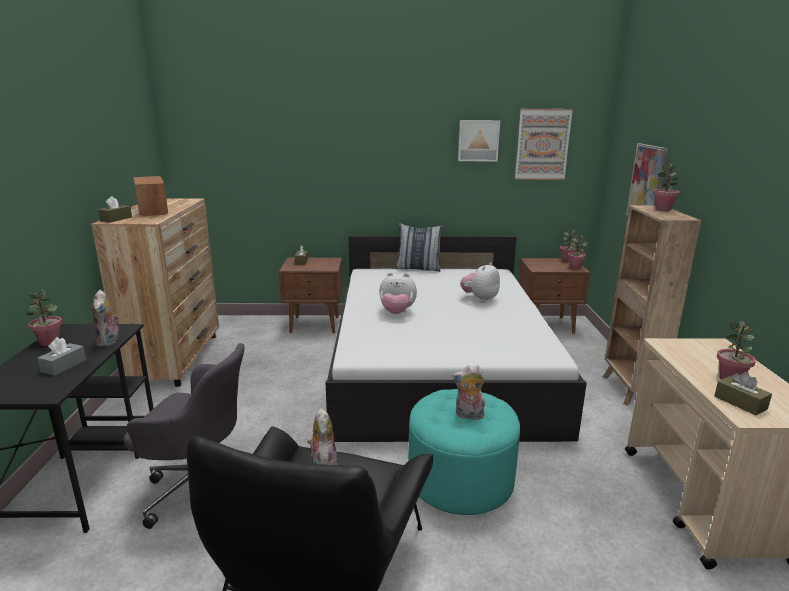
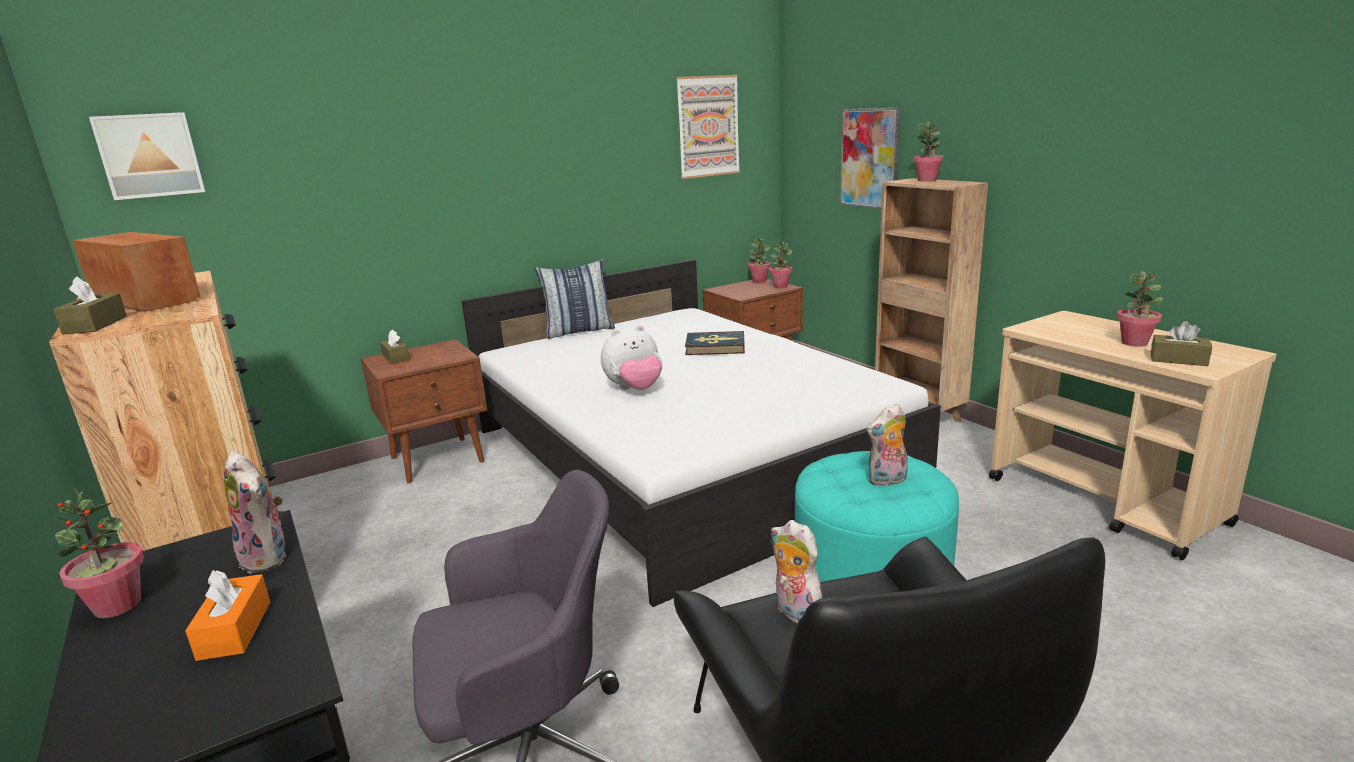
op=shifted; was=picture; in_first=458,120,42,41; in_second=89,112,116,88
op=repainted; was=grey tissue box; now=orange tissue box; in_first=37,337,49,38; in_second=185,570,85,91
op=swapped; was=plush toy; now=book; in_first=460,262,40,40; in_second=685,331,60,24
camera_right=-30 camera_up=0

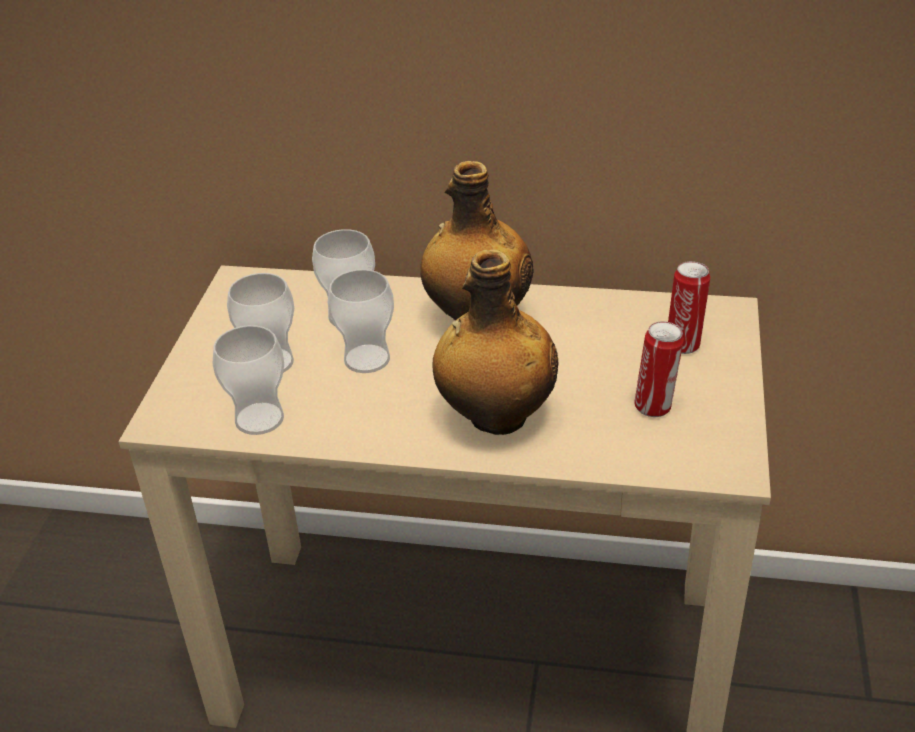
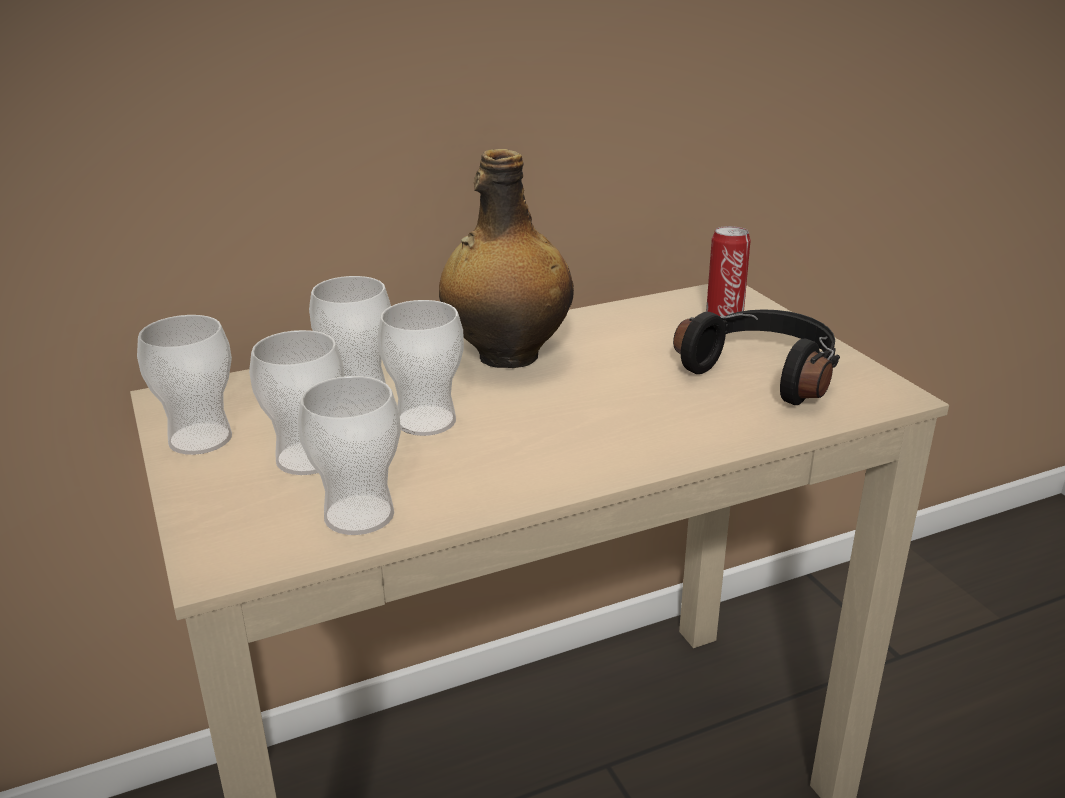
op=new; now=cup; in_second=137,315,95,140
op=swapped; was=can; now=black headphones; in_first=635,321,49,96; in_second=673,309,167,96
op=gone; was=bottle; in_first=432,250,127,185
camera_right=-35 camera_up=-10

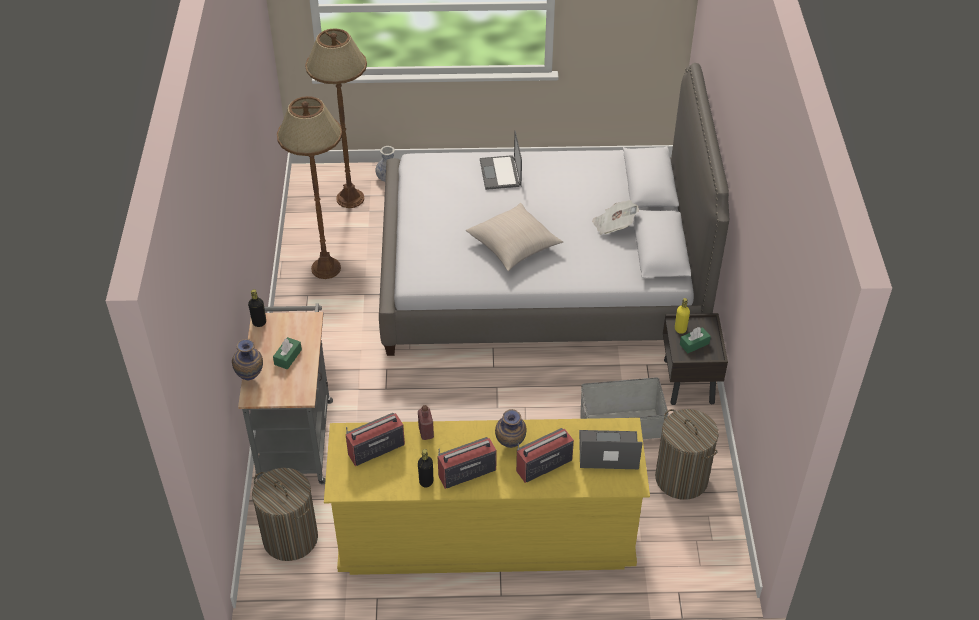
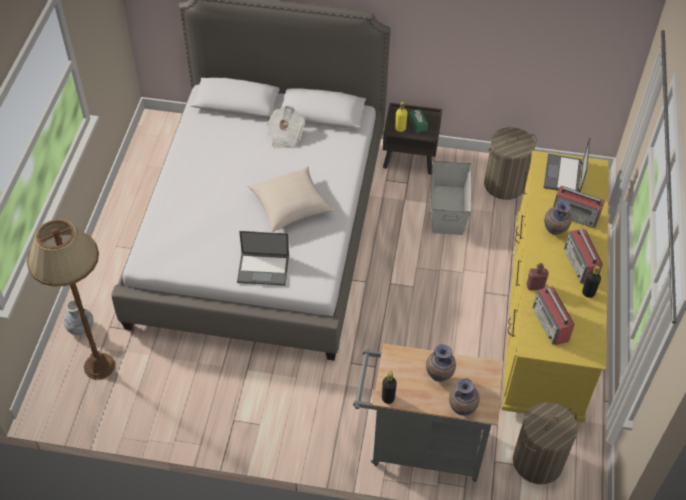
op=shifted; was=laptop; in_first=480,131,42,59; in_second=237,231,52,55
op=swapped; was=green tissue box; now=vase; in_first=273,337,29,33; in_second=426,344,30,38
op=rotated; was=radio; in_first=516,428,58,55; in_second=553,186,52,42; clockwise=-45
op=gone; was=brown floor lamp; in_first=277,96,65,183
camera_right=-80 camera_up=5

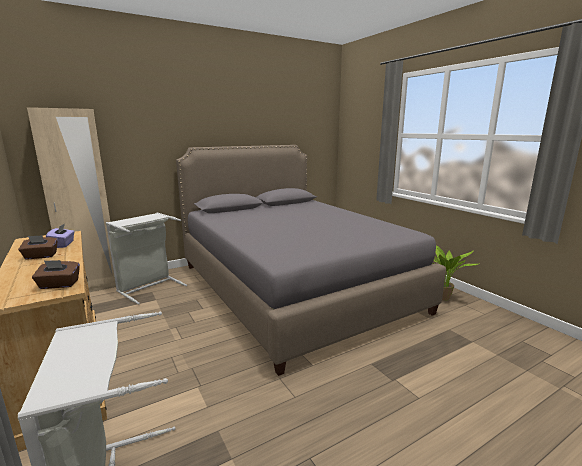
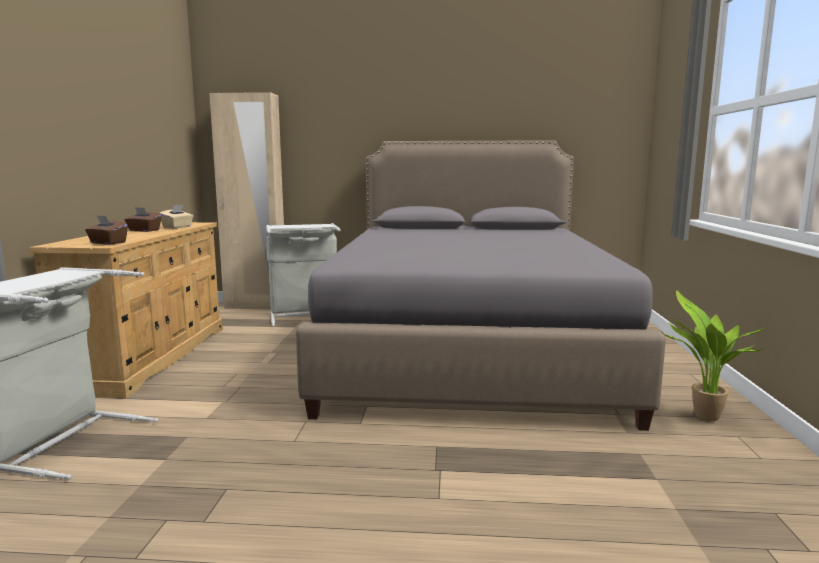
op=repainted; was=purple tissue box; now=beige tissue box; in_first=46,224,29,24; in_second=159,205,34,23
camera_right=35 camera_up=-5

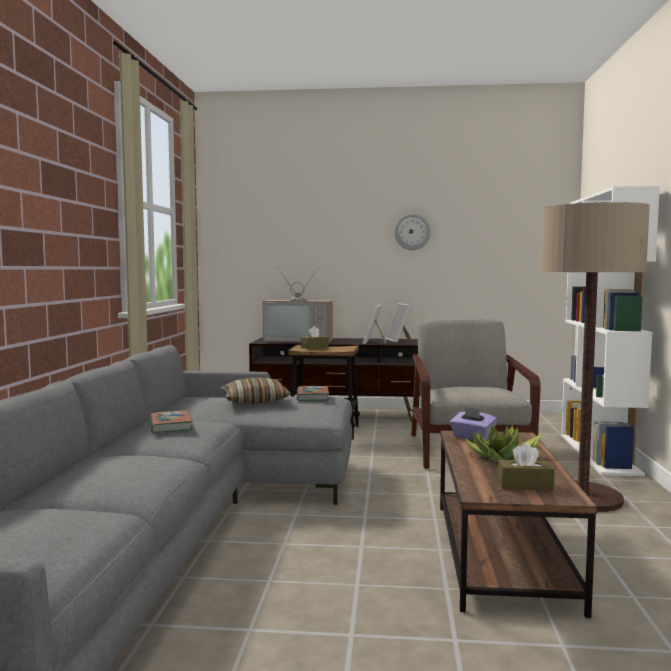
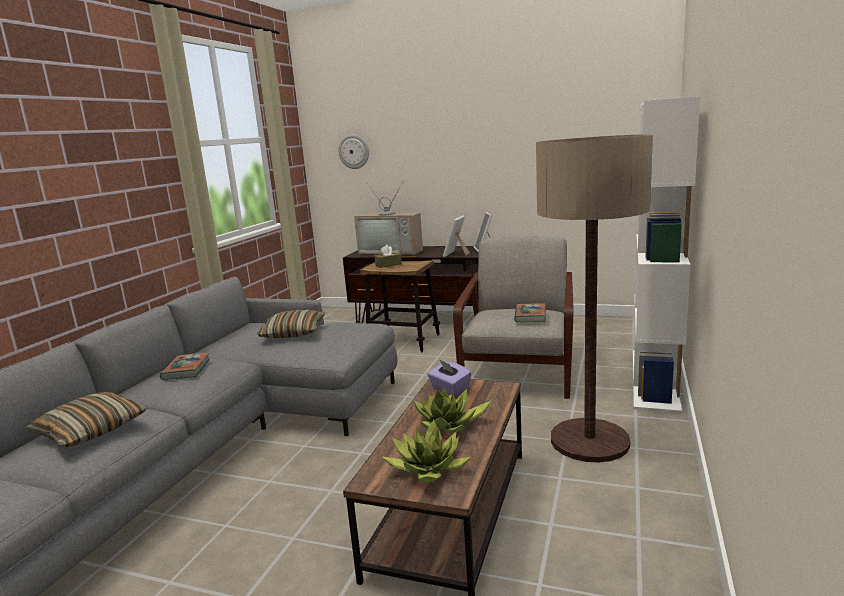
op=new; now=pillow; in_second=26,392,121,55
op=shifted; was=wall clock; in_first=394,214,37,36; in_second=338,134,31,35
op=swapped; was=brown tissue box; now=potted plant; in_first=498,443,57,48; in_second=381,420,91,63
op=shifted; was=book; in_first=297,386,32,15; in_second=514,303,32,19
camera_right=15 camera_up=10

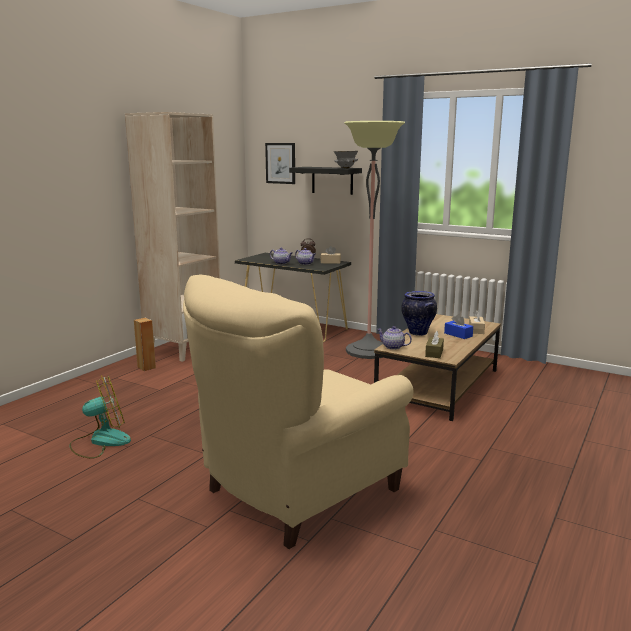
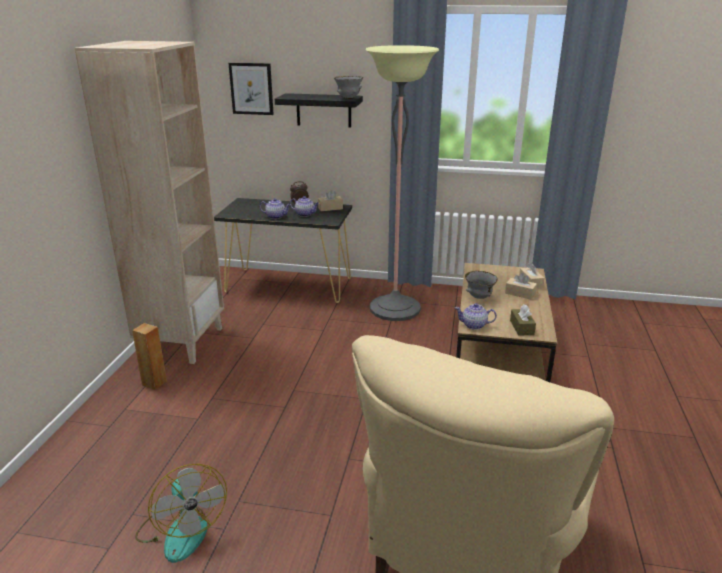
op=rotated; was=fan; in_first=69,375,62,84; in_second=135,464,92,99; clockwise=105
op=swapped; was=vase; now=grey bowl; in_first=401,291,36,45; in_second=465,271,33,28
op=repainted; was=blue tissue box; now=beige tissue box; in_first=444,314,29,25; in_second=505,273,32,27
camera_right=-20 camera_up=10

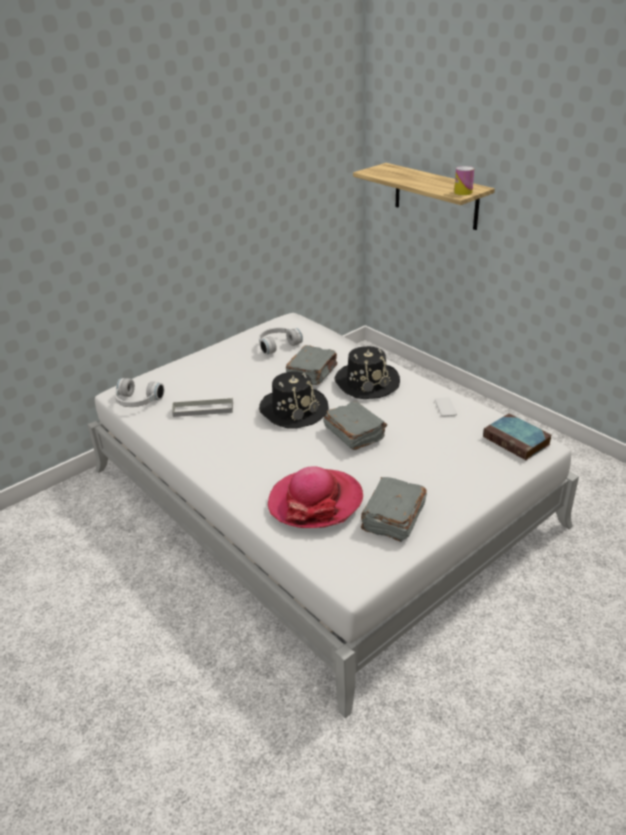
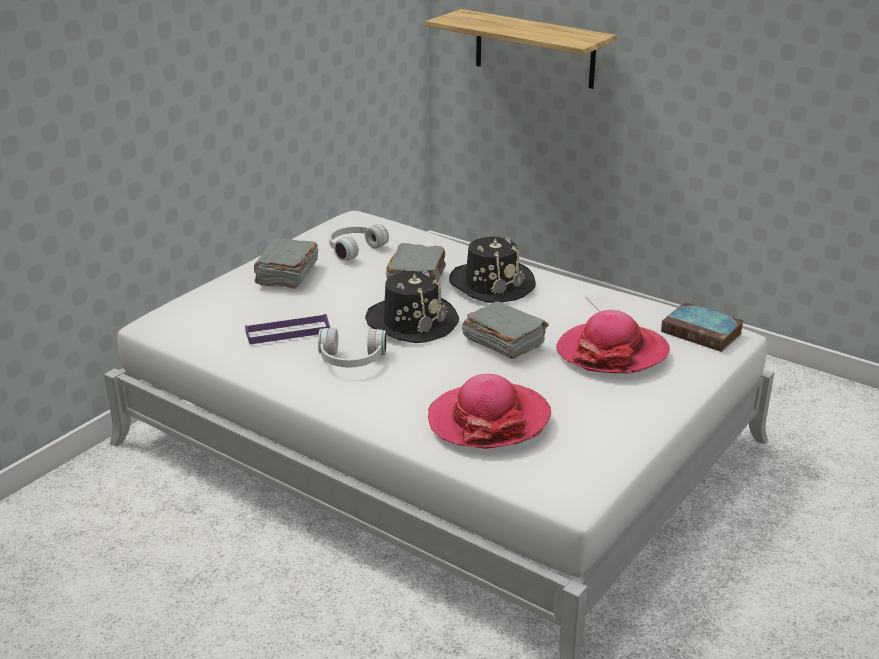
op=repainted; was=grey tray; now=purple tray; in_first=172,398,61,19; in_second=245,314,85,30
op=shifted; was=grey book; in_first=361,477,66,65; in_second=254,238,64,51
op=shifted; was=white headphones; in_first=115,378,49,29; in_second=318,328,69,39
op=new; now=hat; in_second=556,310,114,63
op=gone; was=can; in_first=454,166,21,29
camera_right=-15 camera_up=-5

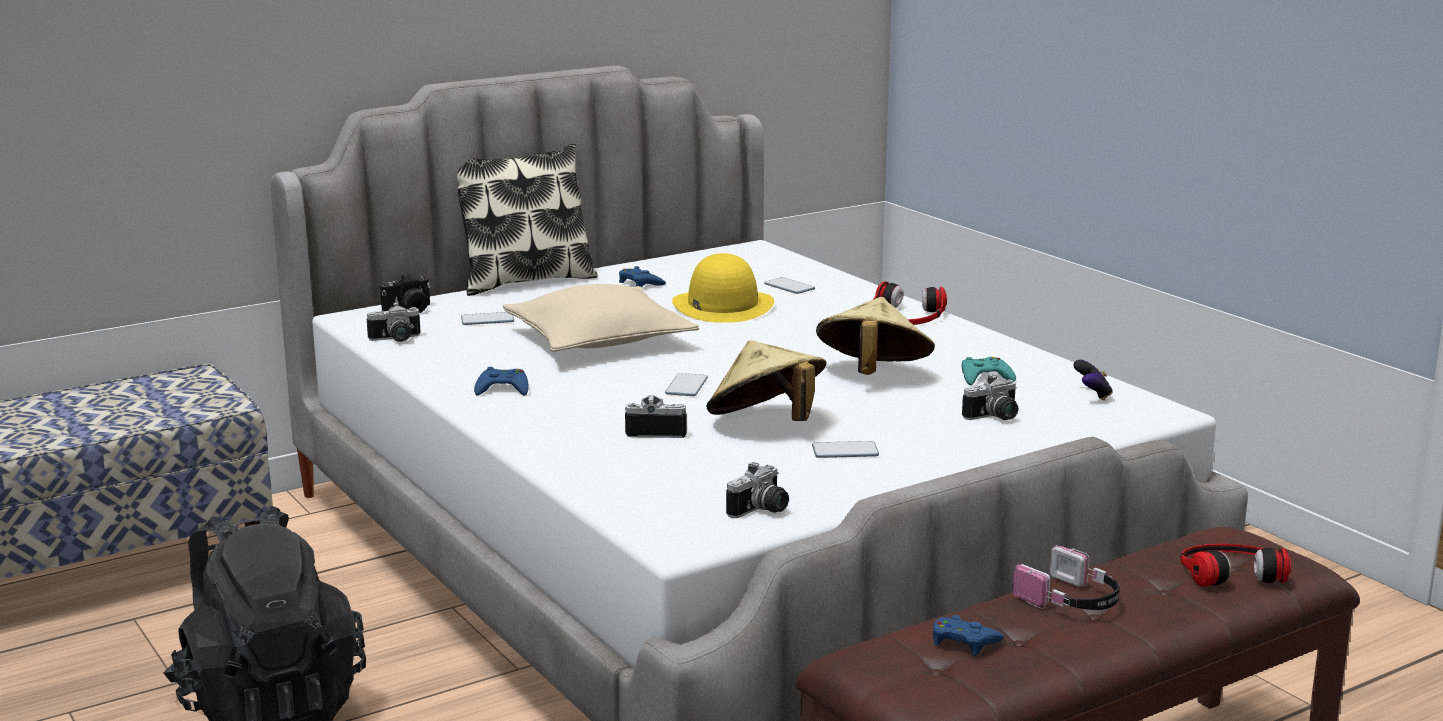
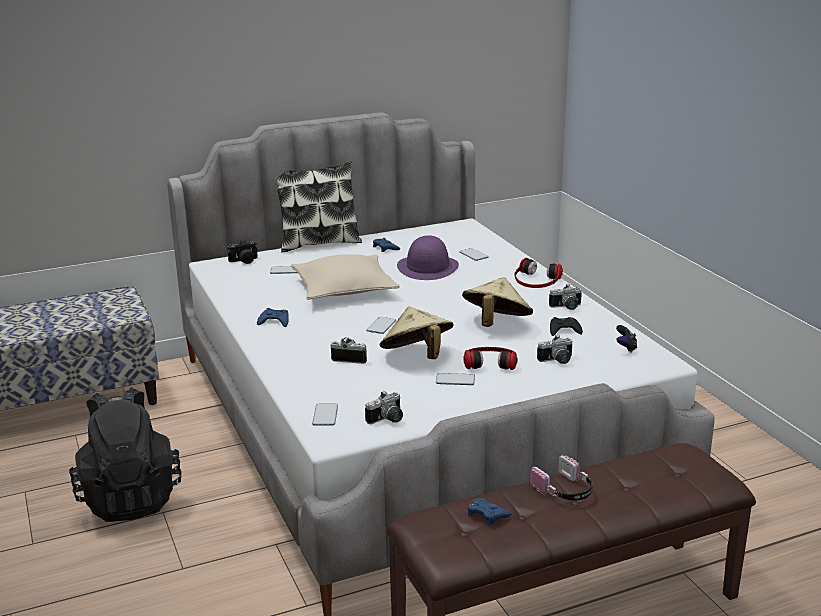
op=new; now=phone; in_second=312,404,26,22
op=repainted; was=yellow hat; now=purple hat; in_first=672,253,102,70; in_second=397,235,62,45
op=shifted; was=headphones; in_first=1180,544,111,43; in_second=463,347,55,23
op=shifted; was=photo camera; in_first=367,302,54,40; in_second=549,284,33,26
op=repainted; was=turquoise game controller; now=black game controller; in_first=962,357,54,29; in_second=550,317,33,19
camera_right=10 camera_up=5

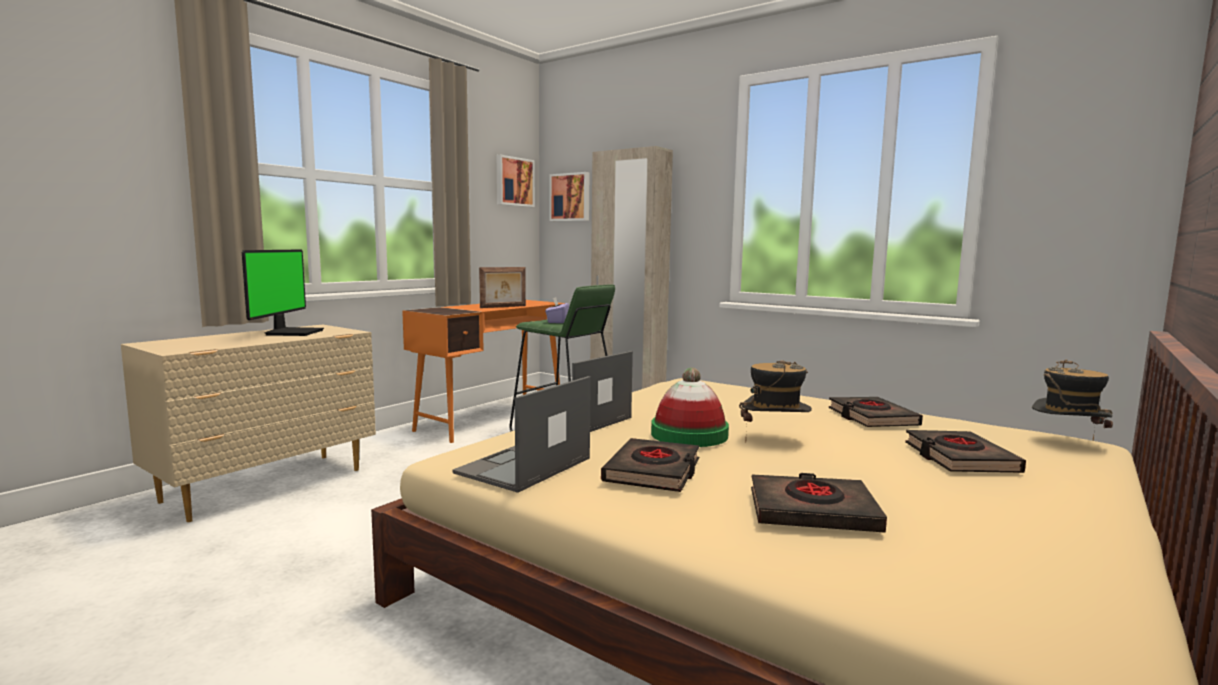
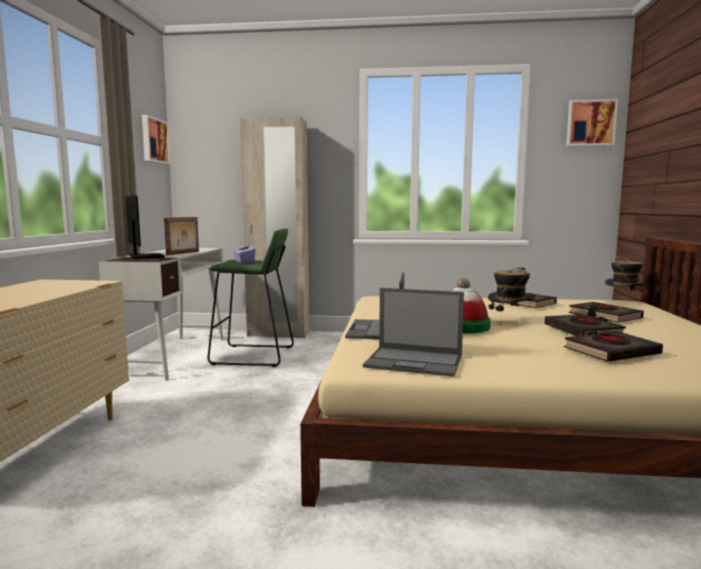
op=repainted; was=orange desk; now=white desk; in_first=402,300,163,143; in_second=99,248,125,133
op=shifted; was=monitor; in_first=242,250,82,86; in_second=126,195,39,64
op=rotated; was=laptop; in_first=452,376,139,117; in_second=363,288,101,89; clockwise=-75
op=shifted; was=black book; in_first=601,438,98,54; in_second=545,314,81,22
op=shifted; was=picture; in_first=549,172,40,49; in_second=566,99,52,47
camera_right=-30 camera_up=0

